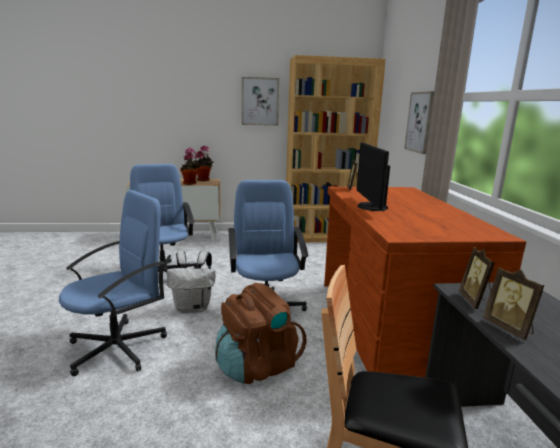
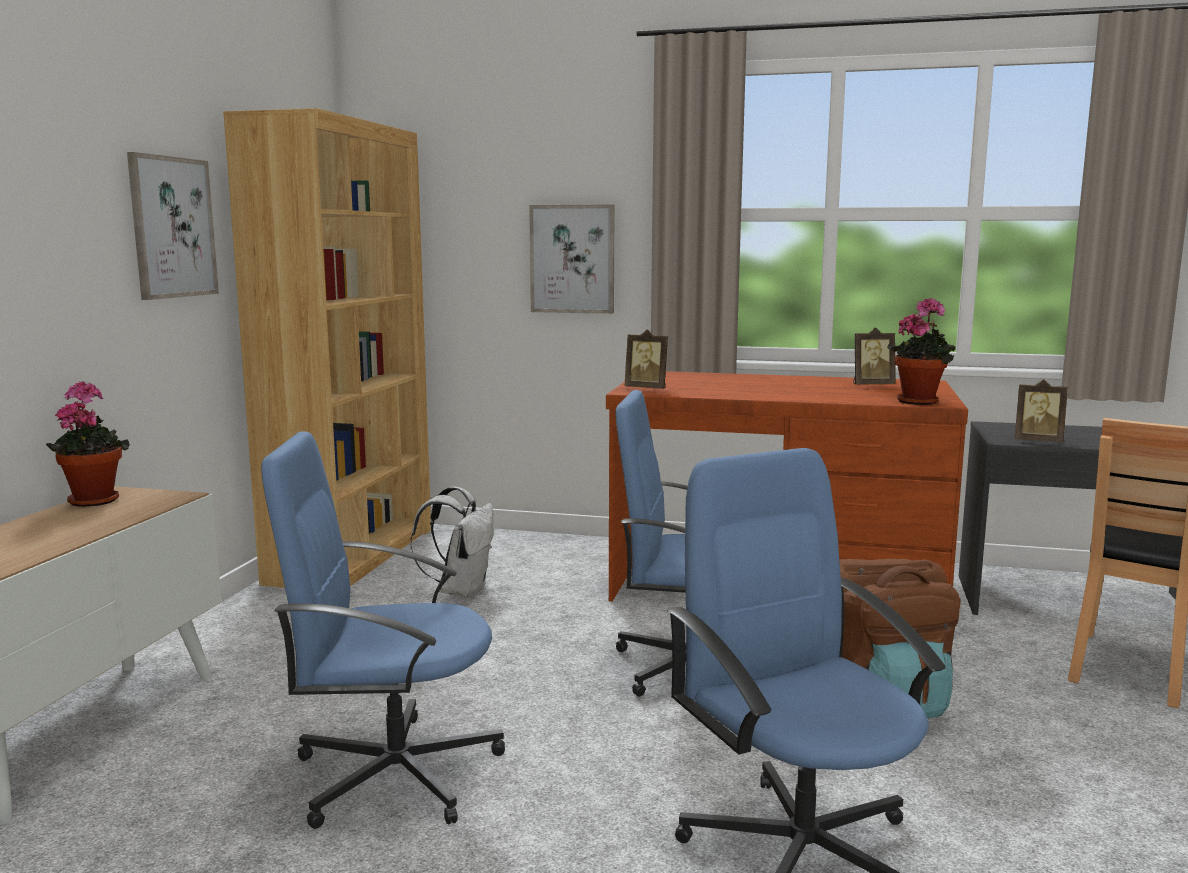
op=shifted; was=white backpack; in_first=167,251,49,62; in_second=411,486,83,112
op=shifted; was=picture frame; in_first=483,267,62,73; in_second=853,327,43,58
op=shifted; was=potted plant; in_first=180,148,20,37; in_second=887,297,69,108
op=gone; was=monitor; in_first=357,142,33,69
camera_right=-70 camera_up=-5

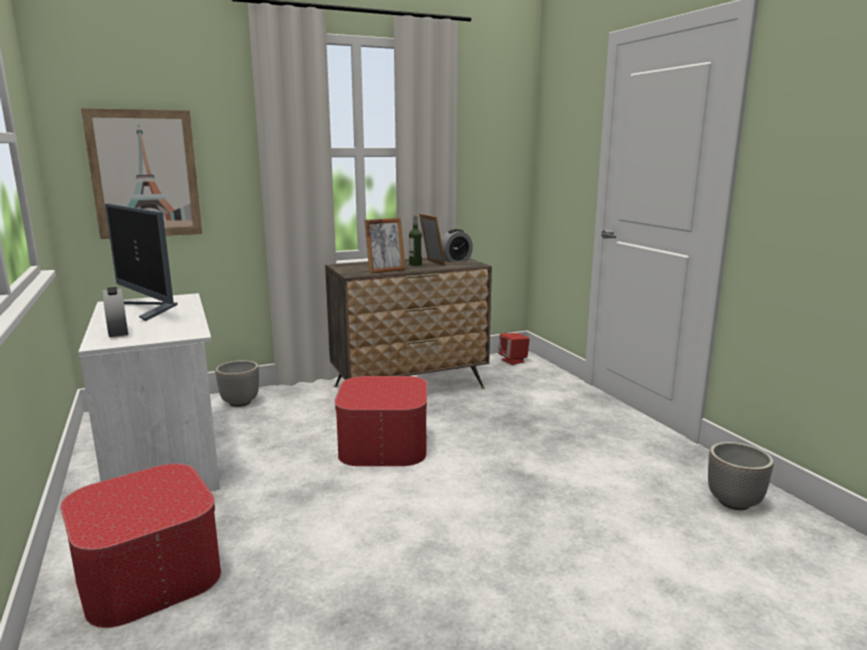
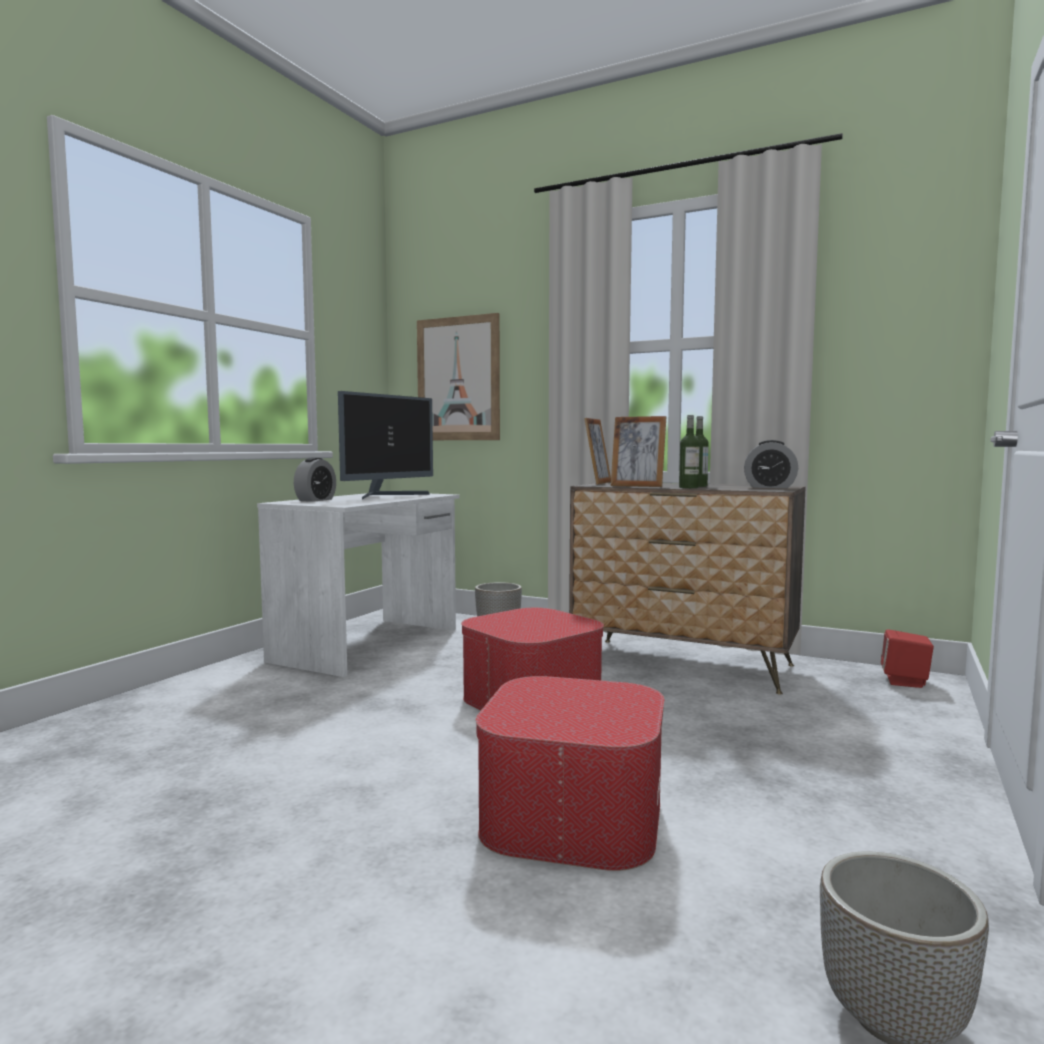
op=rotated; was=monitor; in_first=105,203,73,118; in_second=338,391,95,109; clockwise=-150
op=shifted; was=ottoman; in_first=60,464,161,164; in_second=476,676,188,195
op=shifted; was=picture frame; in_first=419,213,27,53; in_second=584,418,27,67
op=new; now=bottle; in_second=679,415,21,73
camera_right=50 camera_up=-10

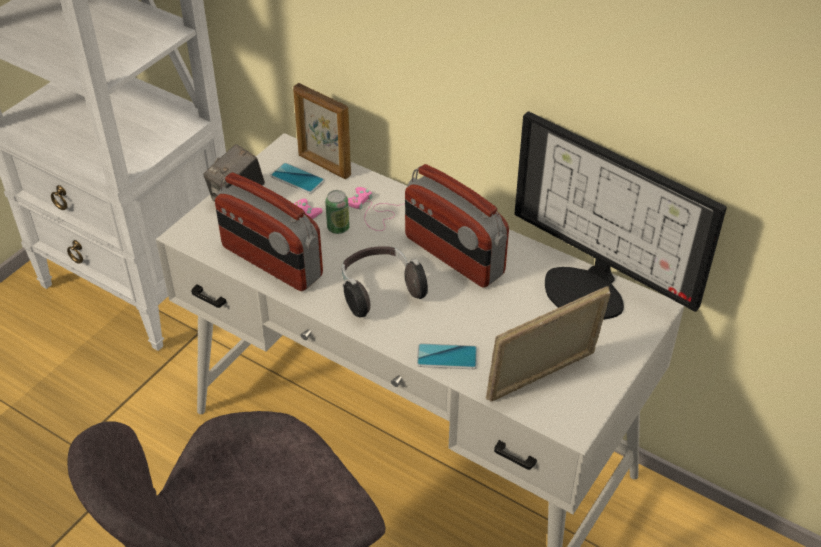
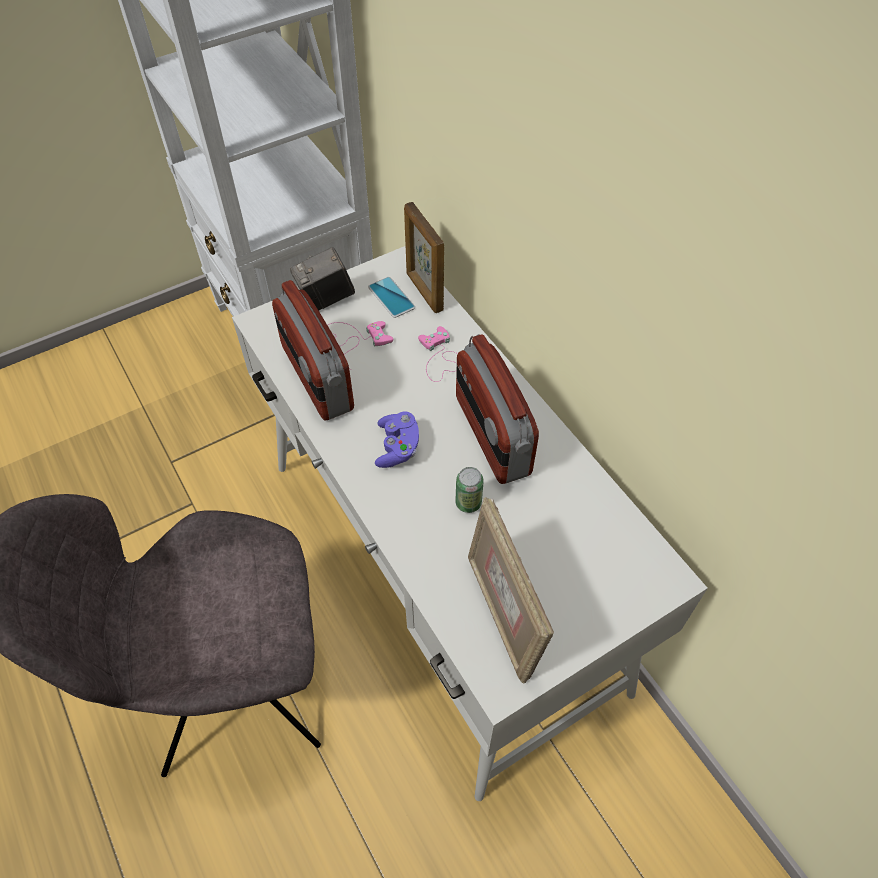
op=swapped; was=headphones; now=purple game controller; in_first=342,246,86,71; in_second=375,412,44,56
op=shifted; was=can; in_first=325,190,25,44; in_second=455,467,29,46
op=rotated; was=picture frame; in_first=486,286,125,115; in_second=468,497,86,187; clockwise=-105
op=gone; was=phone; in_first=416,343,62,26
op=gone; was=monitor; in_first=514,111,213,209
camera_right=25 camera_up=10

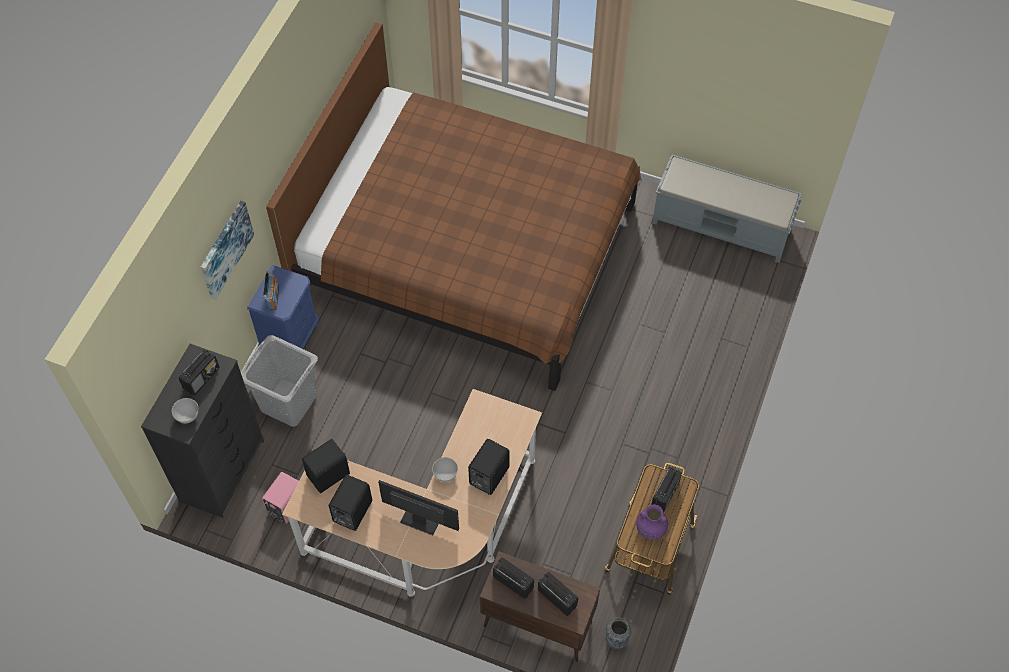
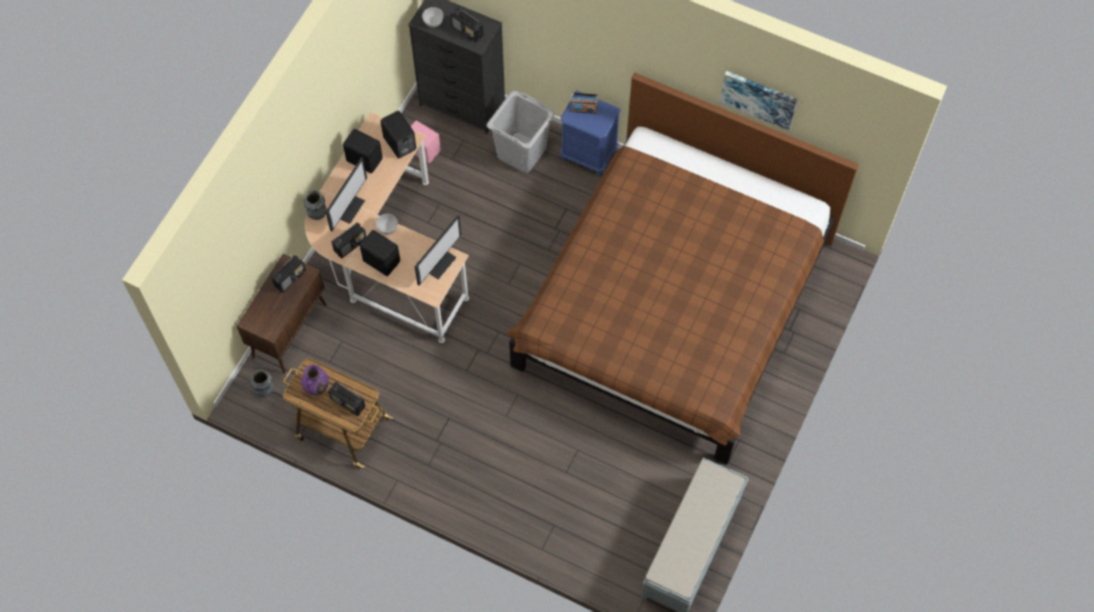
op=new; now=vase; in_second=304,190,23,30
op=shifted; was=radio; in_first=538,572,40,44; in_second=332,223,34,36
op=new; now=monitor; in_second=415,215,46,70
op=shifted; was=picture; in_first=201,201,53,99; in_second=720,71,77,59
camera_right=95 camera_up=5

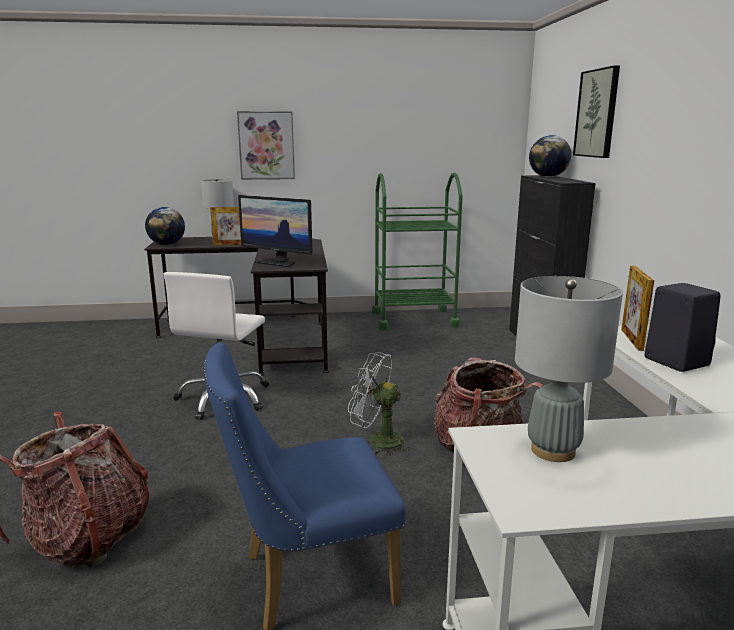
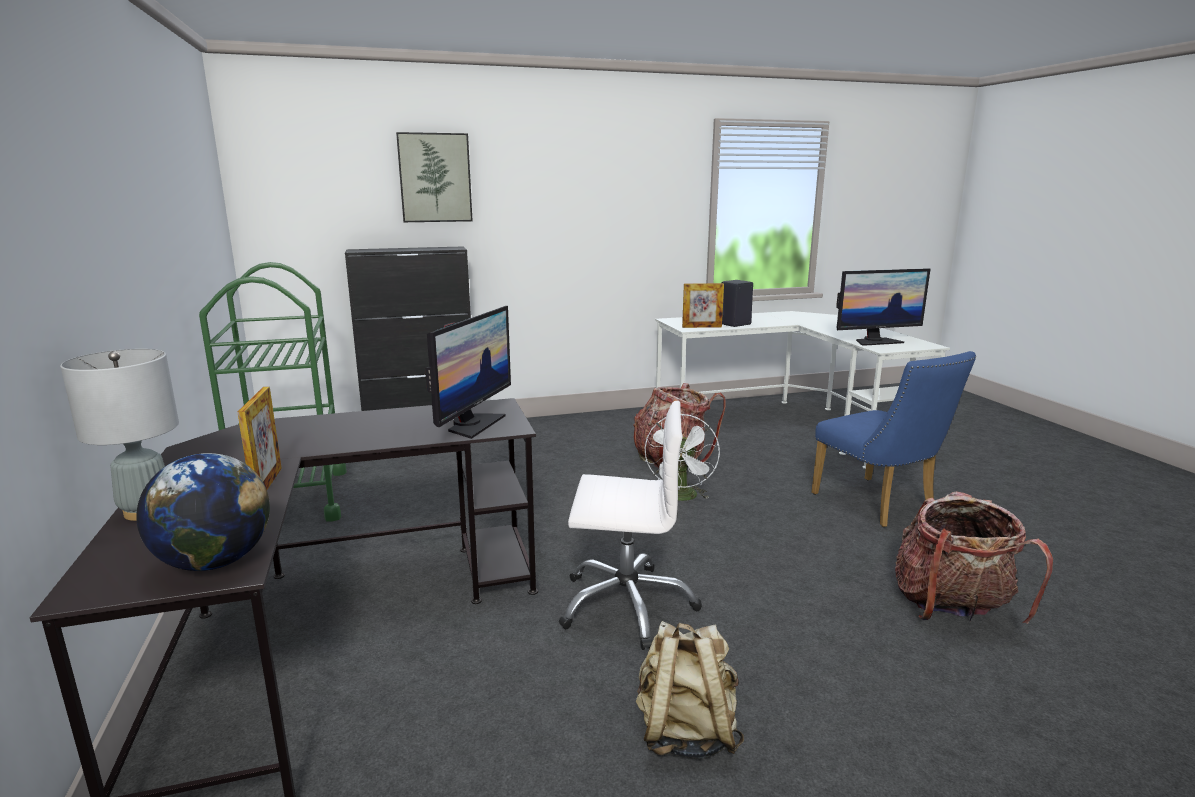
op=new; now=beige backpack; in_second=636,621,108,137
op=swapped; was=grey table lamp; now=monitor; in_first=515,276,108,186; in_second=836,268,94,78
op=gone; was=picture; in_first=237,111,58,69
op=gone; was=globe; in_first=529,135,42,42
camera_right=-100 camera_up=0

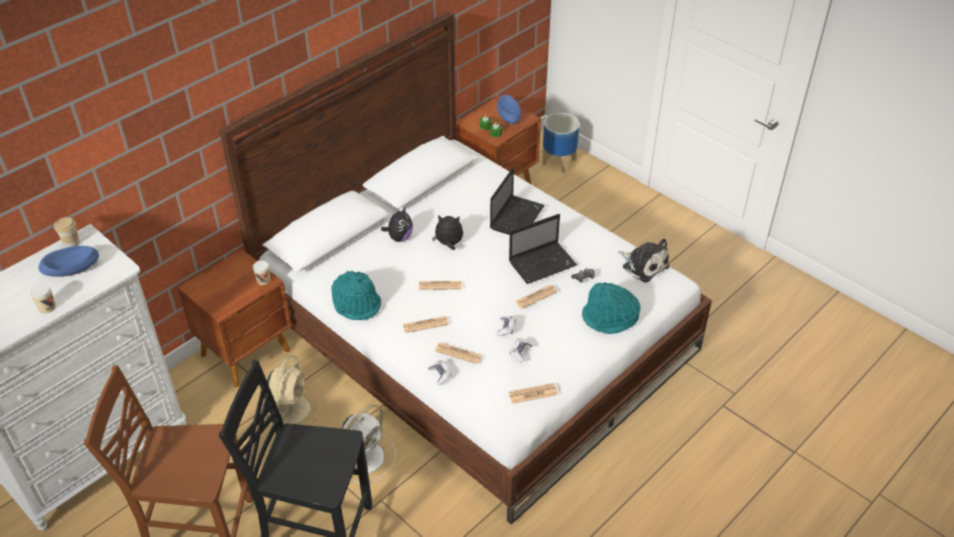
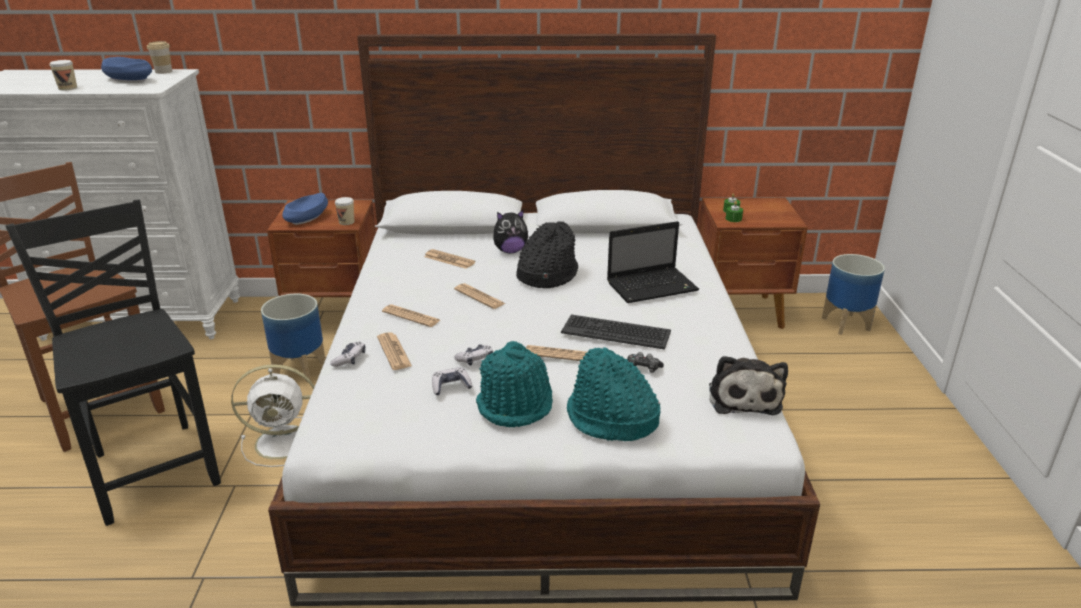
op=swapped; was=beige fan; now=planter; in_first=266,355,55,75; in_second=261,294,64,89
op=shifted; was=blue bowl; in_first=497,95,24,29; in_second=282,193,46,32
op=shifted; was=newspaper; in_first=509,383,49,21; in_second=424,249,51,20
op=shifted; was=turquoise hat; in_first=331,271,50,49; in_second=476,341,77,86
op=swapped; was=plush toy; now=black hat; in_first=432,215,31,35; in_second=516,221,62,67
op=swapped; was=laptop; now=keyboard; in_first=509,214,68,70; in_second=561,314,110,36
camera_right=45 camera_up=-15

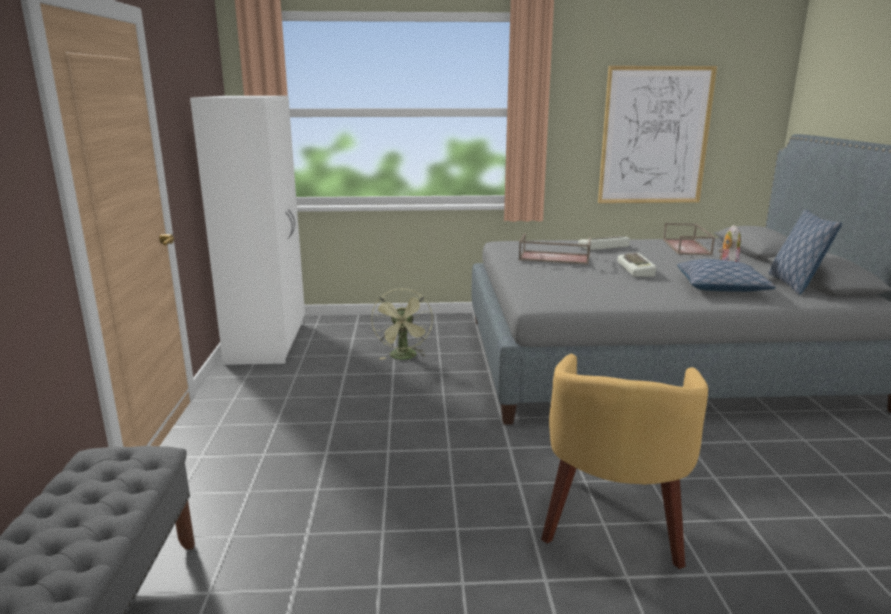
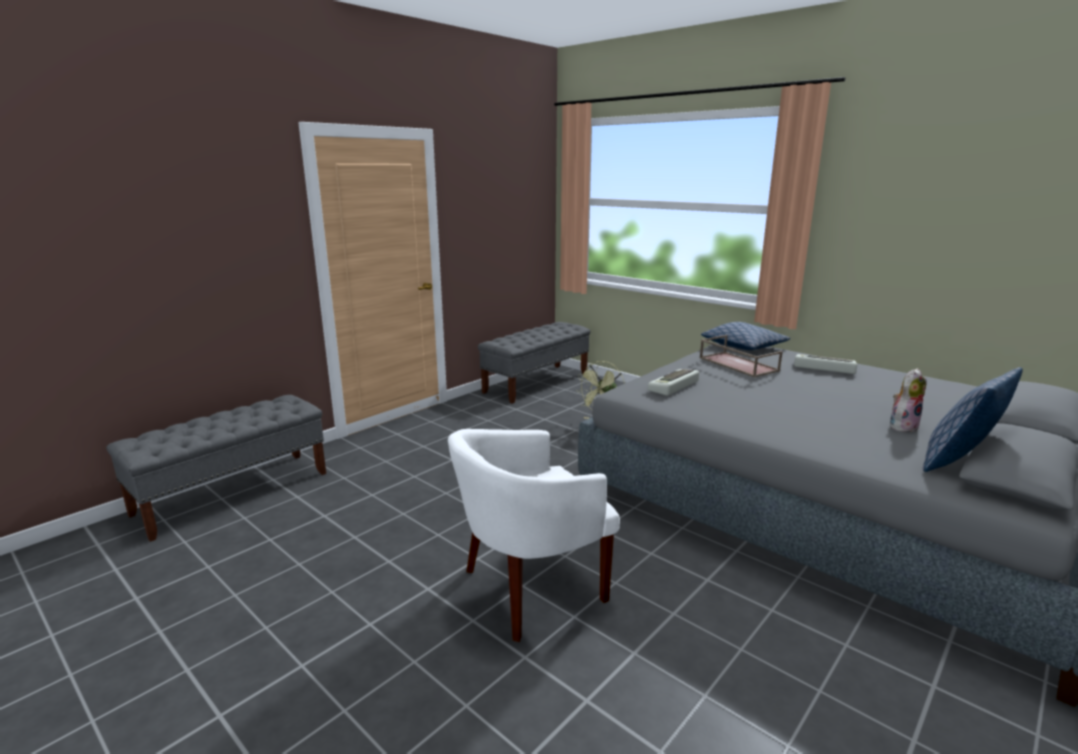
op=repainted; was=yellow armchair; now=white armchair; in_first=541,354,167,215; in_second=448,429,172,213
op=swapped; was=white wardrobe; now=grey bench; in_first=190,96,115,269; in_second=478,322,113,82
op=shifted; was=keyboard; in_first=617,252,39,25; in_second=648,369,51,27
op=shifted; was=pillow; in_first=677,259,99,33; in_second=701,322,89,28
op=gone; was=picture; in_first=598,66,119,137
op=gone; was=brown tray; in_first=663,223,52,32
camera_right=45 camera_up=0

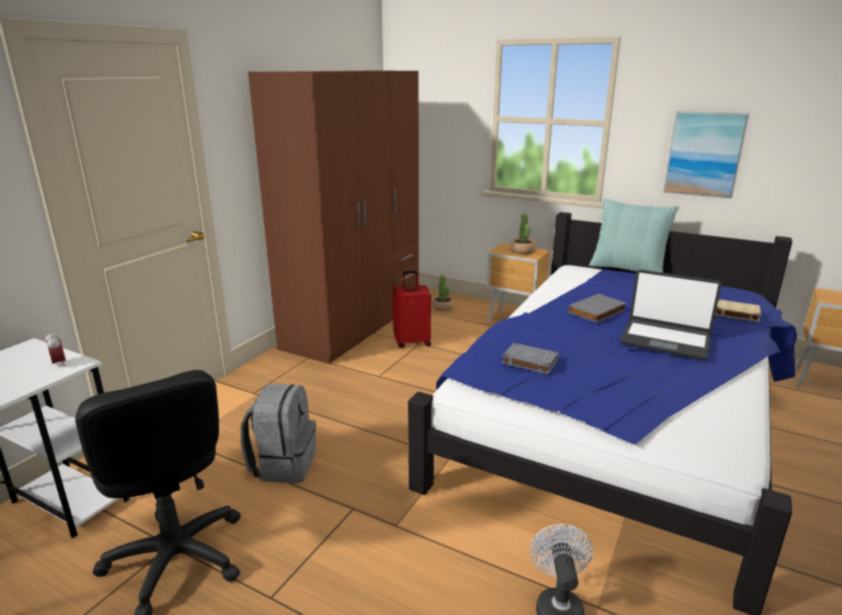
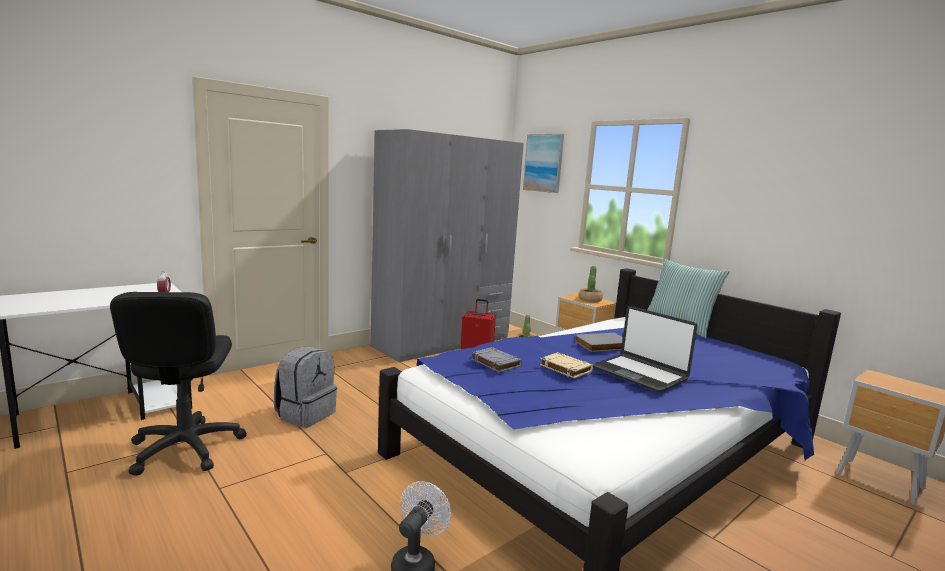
op=repainted; was=brown wardrobe; now=grey wardrobe; in_first=248,71,171,293; in_second=370,129,154,234
op=shifted; was=picture; in_first=663,111,86,87; in_second=523,134,41,59
op=shifted; was=beige book; in_first=715,300,46,22; in_second=540,352,53,27
camera_right=20 camera_up=-10

